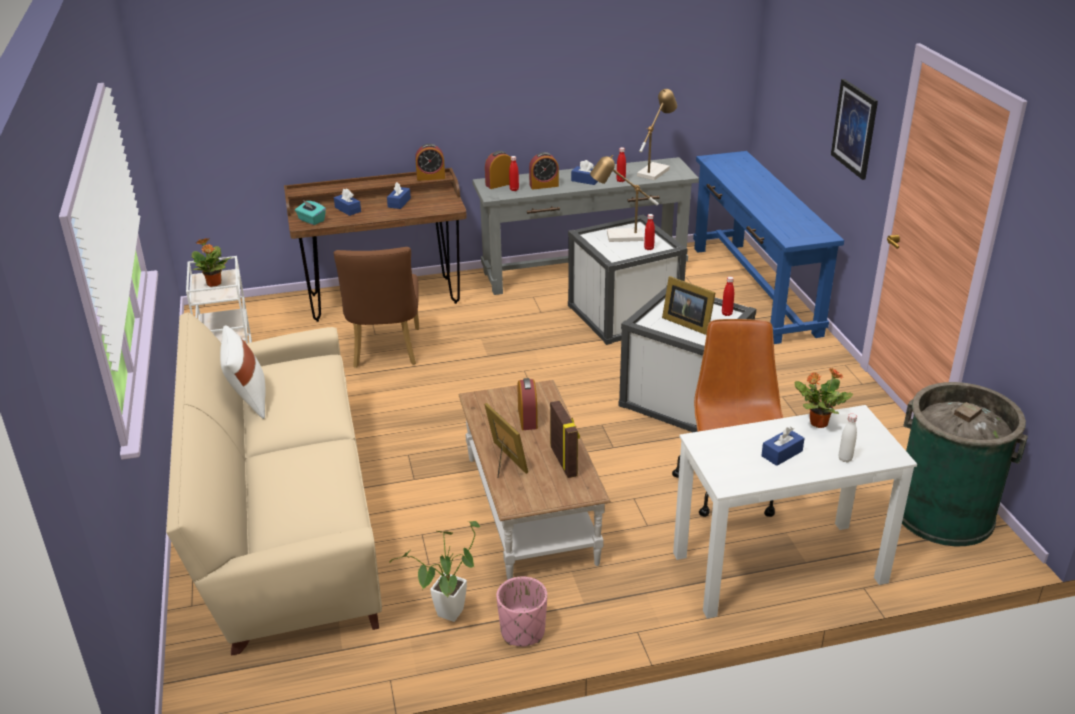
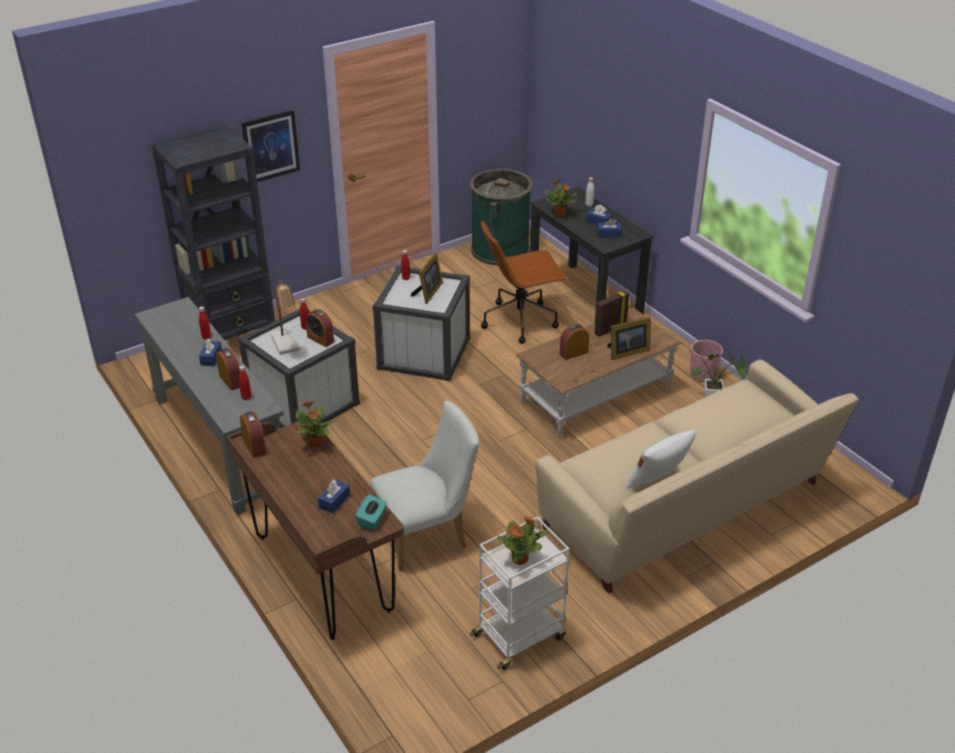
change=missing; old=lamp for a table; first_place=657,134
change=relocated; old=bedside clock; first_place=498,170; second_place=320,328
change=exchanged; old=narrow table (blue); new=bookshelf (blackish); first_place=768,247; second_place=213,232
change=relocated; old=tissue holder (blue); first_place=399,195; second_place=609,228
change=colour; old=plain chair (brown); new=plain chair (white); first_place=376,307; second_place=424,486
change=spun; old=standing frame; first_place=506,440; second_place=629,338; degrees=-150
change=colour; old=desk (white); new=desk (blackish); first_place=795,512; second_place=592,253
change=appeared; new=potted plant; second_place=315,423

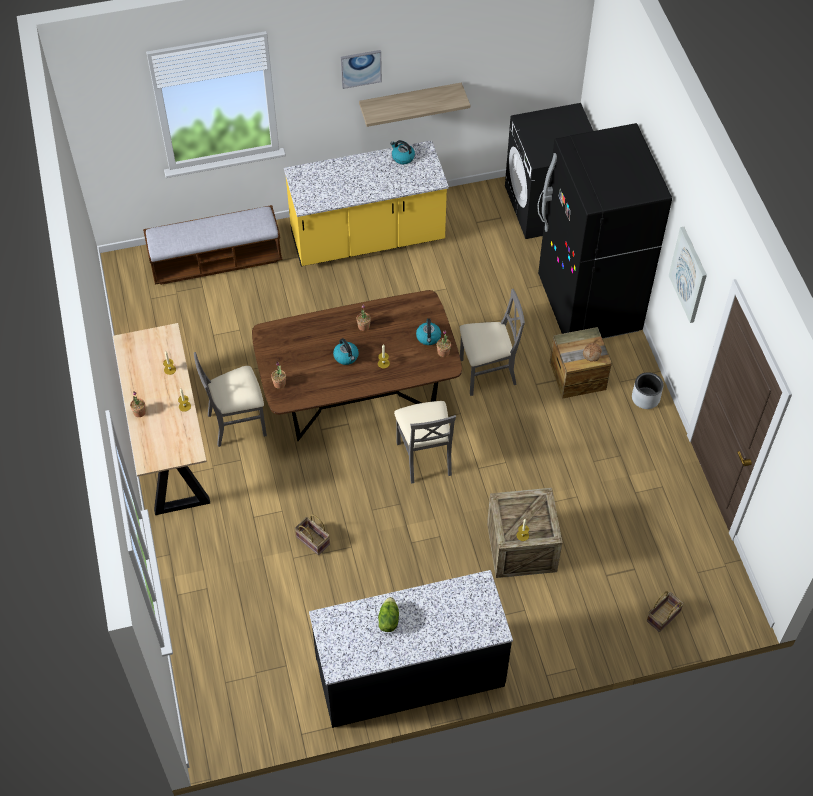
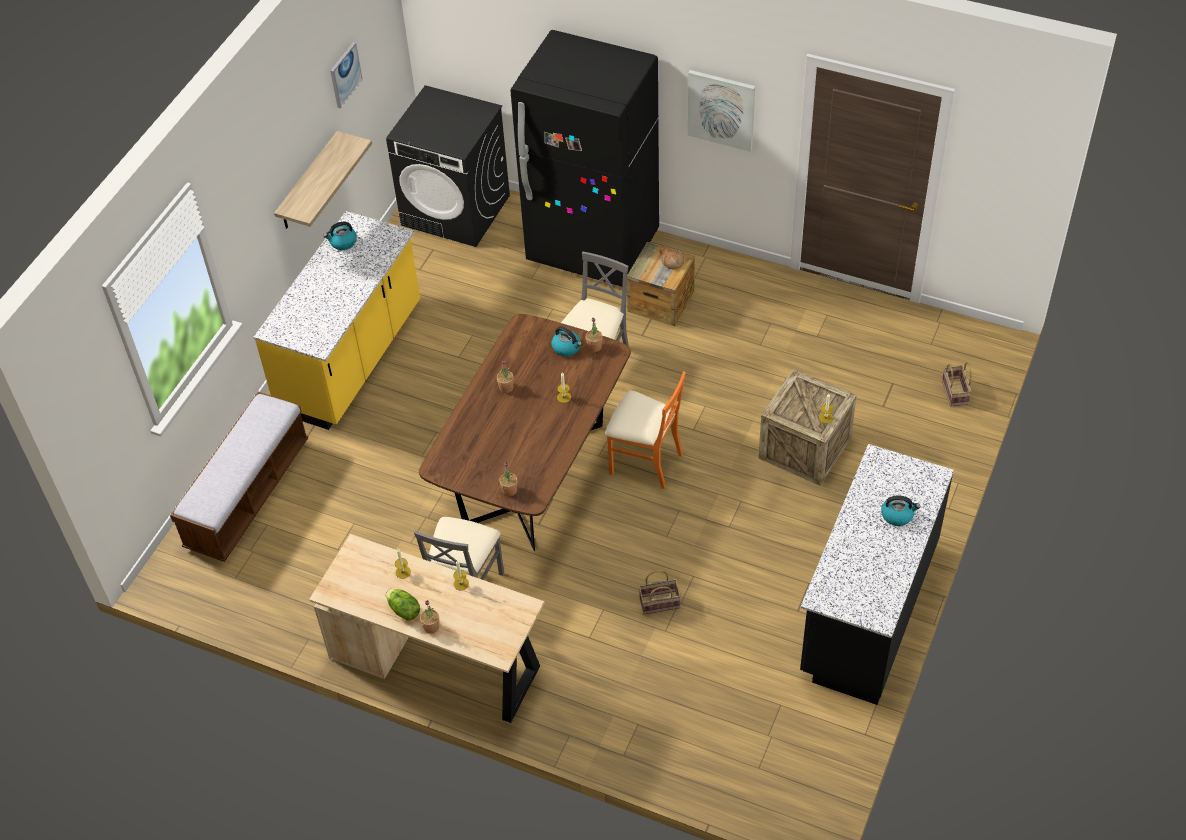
change=relocated; old=wall art; first_place=361,69; second_place=346,75
change=relocated; old=tea kettle; first_place=346,351; second_place=900,511
change=missing; old=planter (gray); first_place=647,390
change=colour; old=plain chair (gray); new=plain chair (orange); first_place=425,442; second_place=645,430
change=relocated; old=head of lettuce; first_place=388,614; second_place=403,605

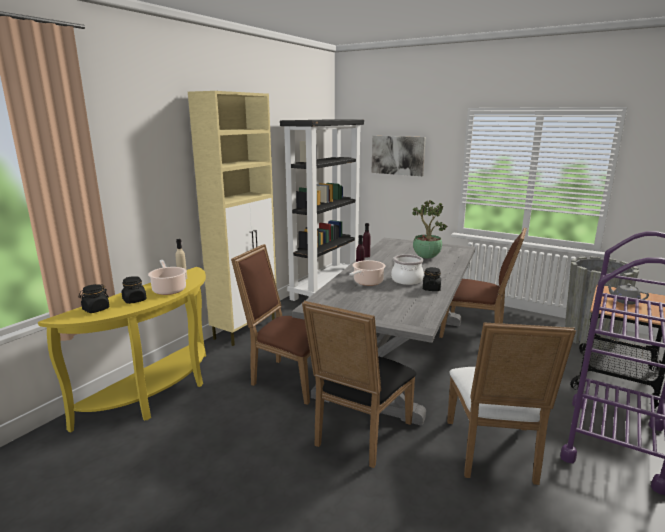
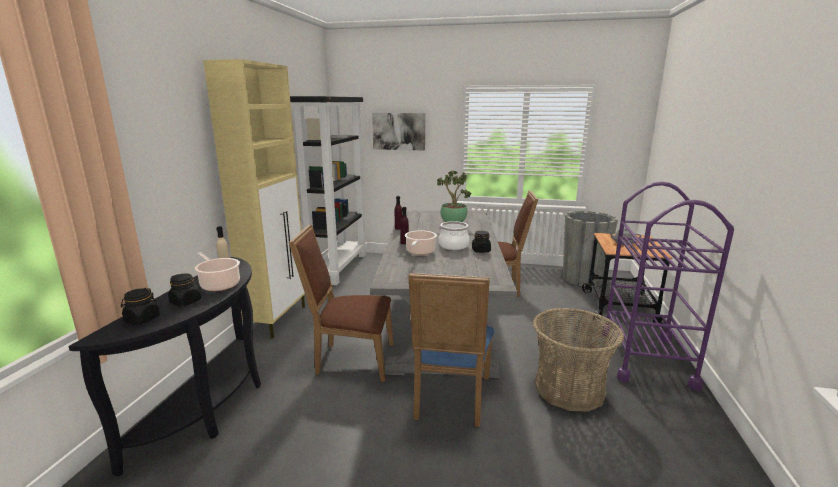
change=colour; old=narrow table (yellow-coloured); new=narrow table (blackish); first_place=122,349; second_place=164,366
change=colour; old=plain chair (blackish); new=plain chair (blue); first_place=359,384; second_place=451,350
change=exchanged; old=plain chair (white); new=household basket; first_place=511,404; second_place=578,360

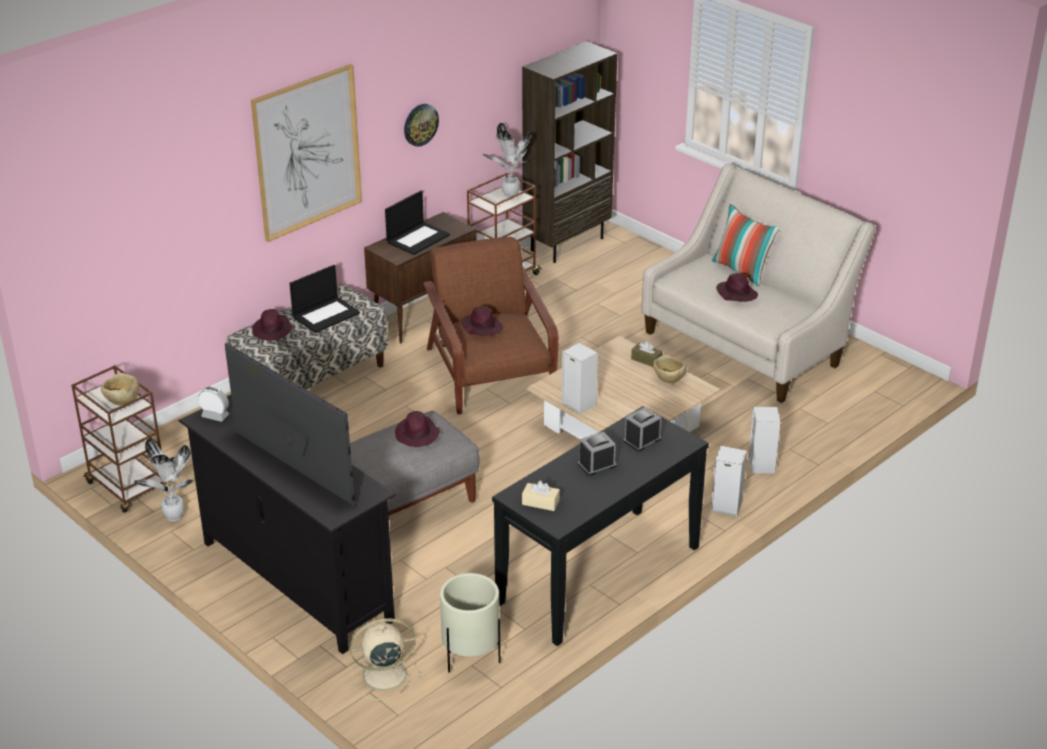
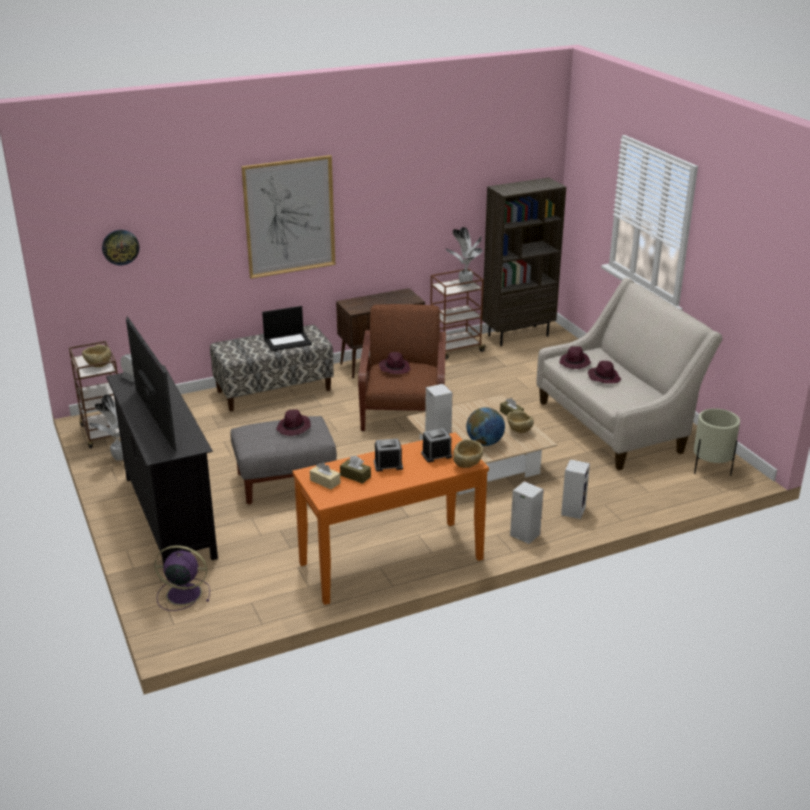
change=relocated; old=clock on the wall; first_place=421,125; second_place=121,247
change=missing; old=notebook computer; first_place=417,223
change=missing; old=pillow; first_place=745,245
change=relocated; old=wearable hat (purple-coloured); first_place=272,325; second_place=575,357
change=colour; old=narrow table (blackish); new=narrow table (orange); first_place=600,526; second_place=390,518
change=relocated; old=planter (sand-coloured); first_place=470,622; second_place=717,442
change=colour; old=electric fan (sand-coloured); new=electric fan (purple-coloured); first_place=385,659; second_place=182,578
change=appeared; new=globe; second_place=485,426
change=appeared; new=serving bowl (sand-coloured); second_place=468,453
change=appeared; new=tissue holder (brown); second_place=355,470

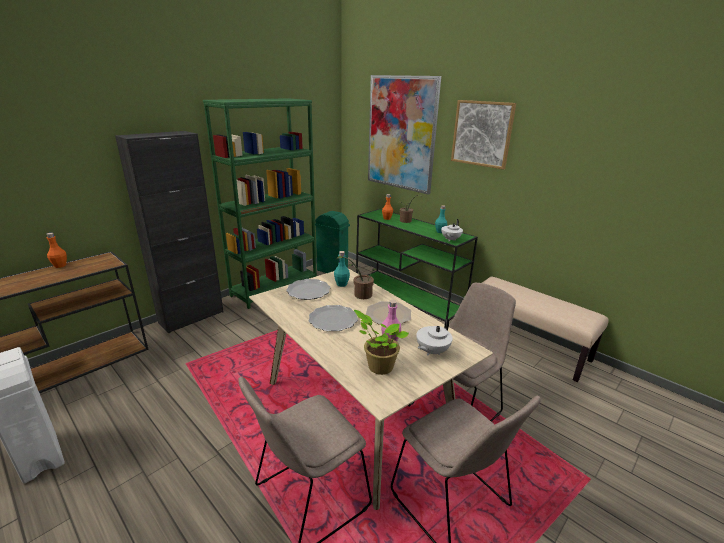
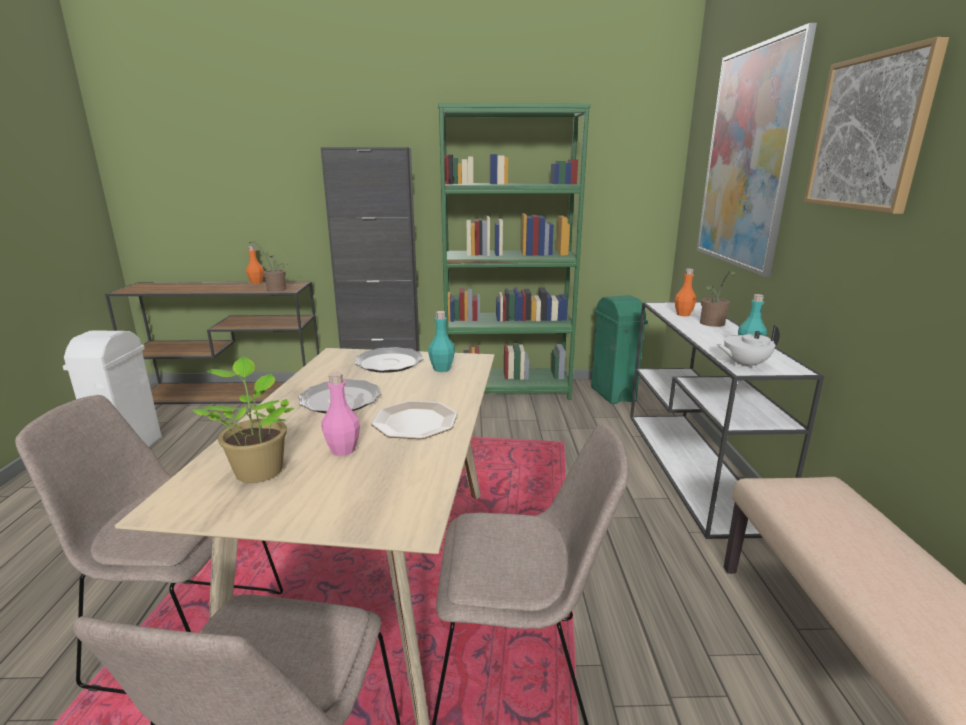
change=colour; old=narrow table (green); new=narrow table (white); first_place=417,265; second_place=727,420
change=relocated; old=potted plant; first_place=356,277; second_place=268,266
change=missing; old=pot for tea (white); first_place=434,337

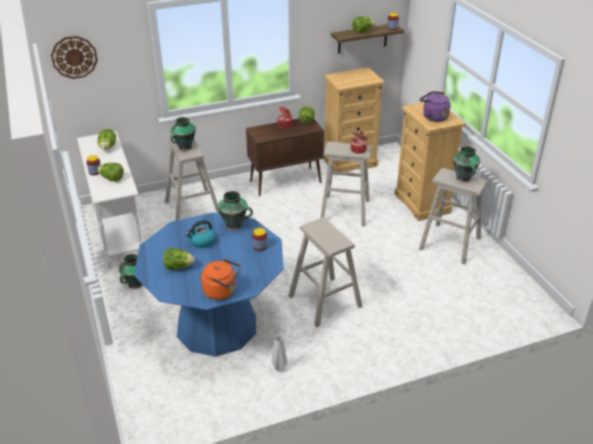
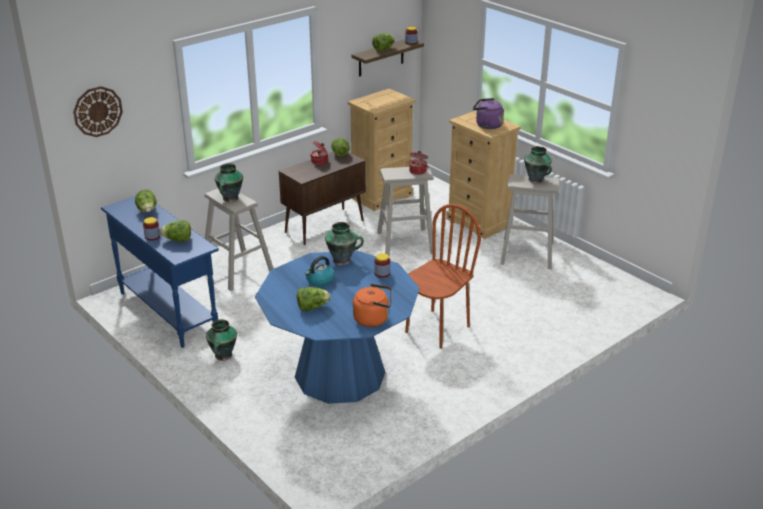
change=colour; old=narrow table (white); new=narrow table (blue); first_place=109,200; second_place=160,272
change=exchanged; old=sitting stool (sand-coloured); new=plain chair (brown); first_place=326,272; second_place=443,276
change=missing; old=flower vase (gray); first_place=279,354

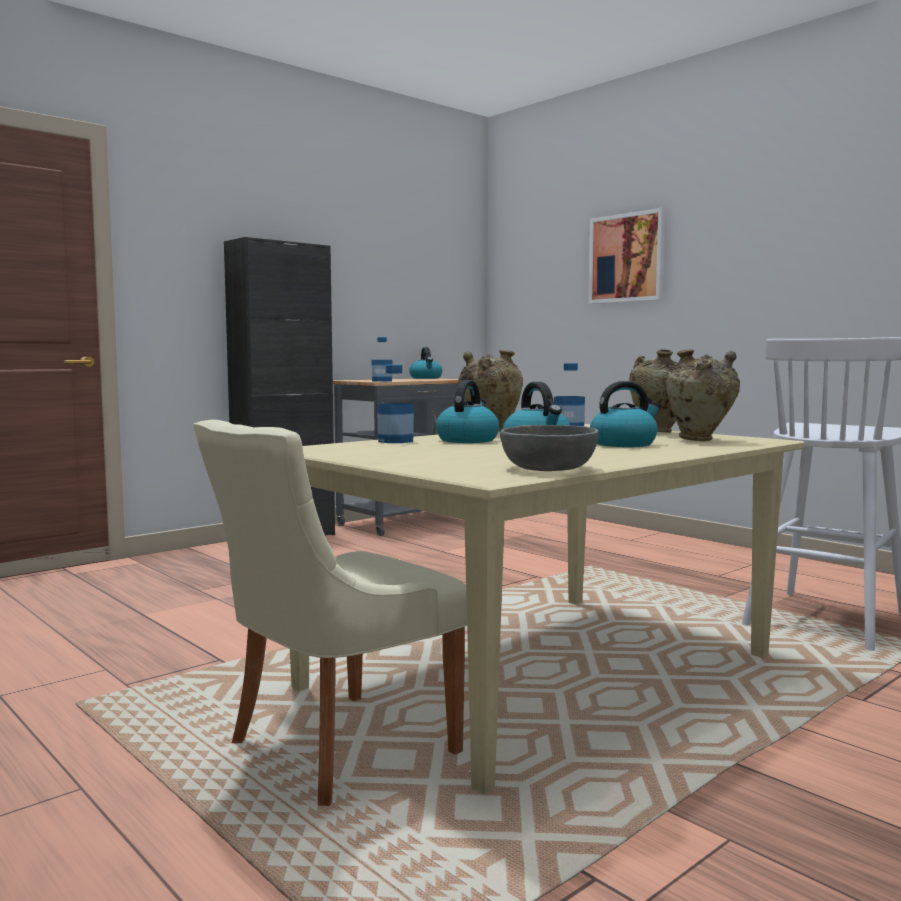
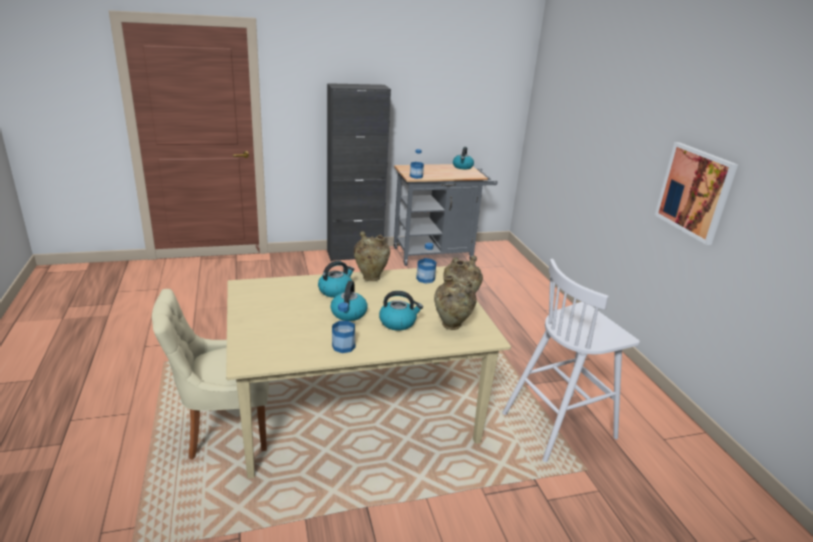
change=relocated; old=wall art; first_place=626,256; second_place=696,193
change=relocated; old=bottle; first_place=395,404; second_place=343,328
change=missing; old=serving bowl (gray); first_place=549,448

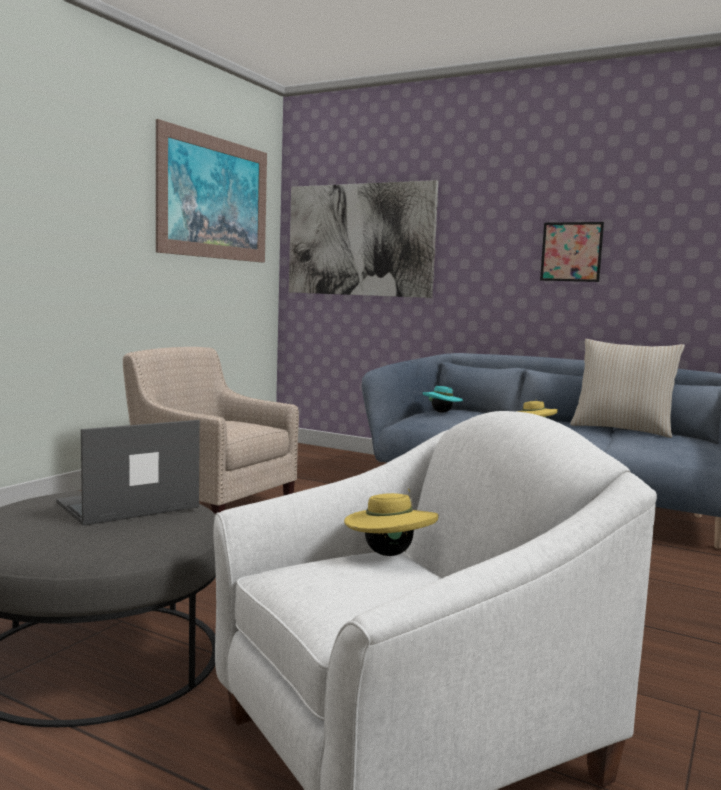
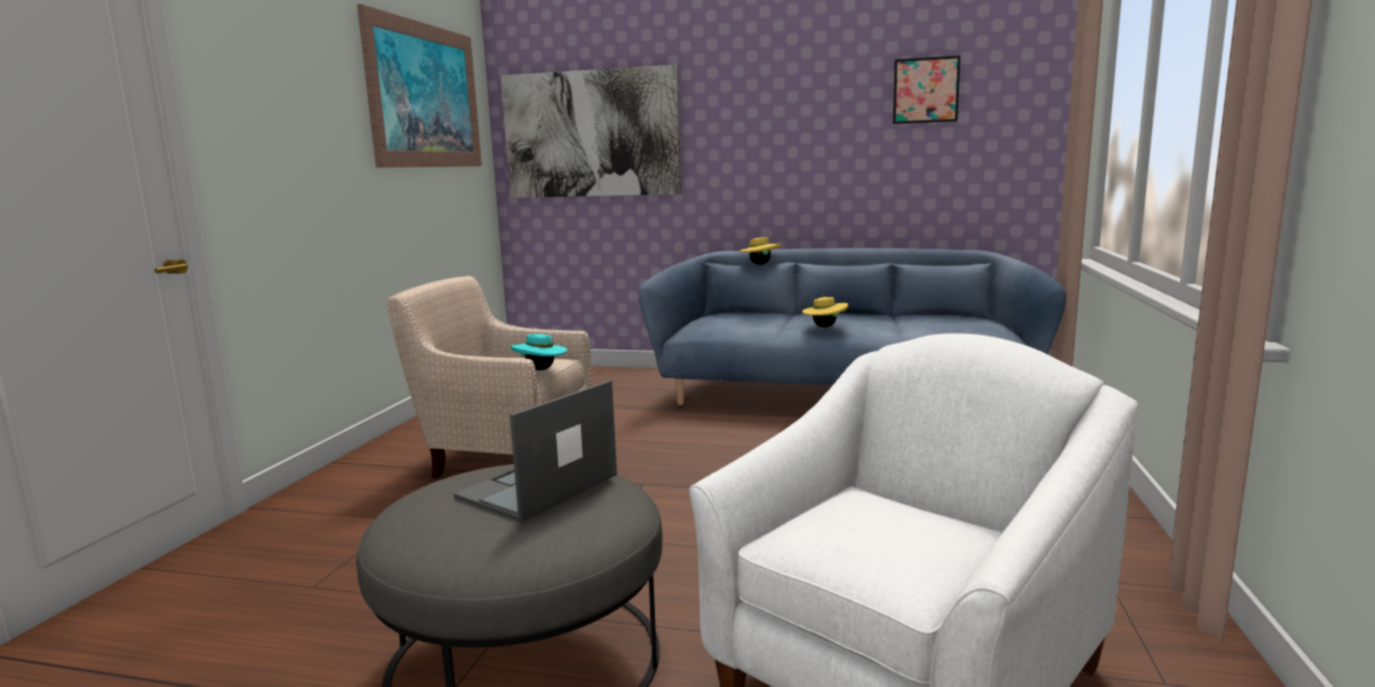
change=relocated; old=wall art; first_place=572,252; second_place=927,89
change=missing; old=pillow (sand-coloured); first_place=627,388
change=relocated; old=wearable hat (turquoise); first_place=443,399; second_place=539,352
change=relocated; old=wearable hat (yellow-coloured); first_place=391,522; second_place=760,250

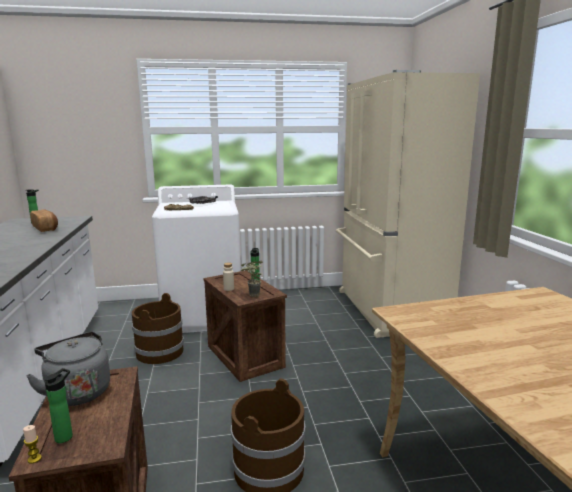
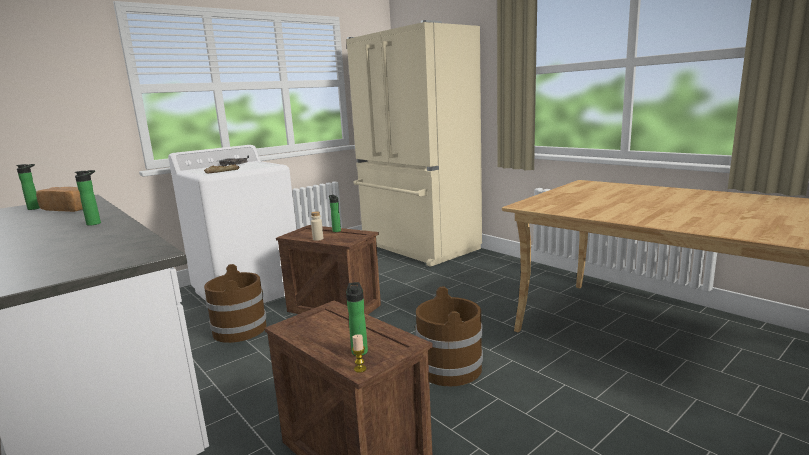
change=missing; old=potted plant; first_place=252,279
change=missing; old=tea kettle (gray); first_place=68,369
change=appeared; new=bottle; second_place=88,198

